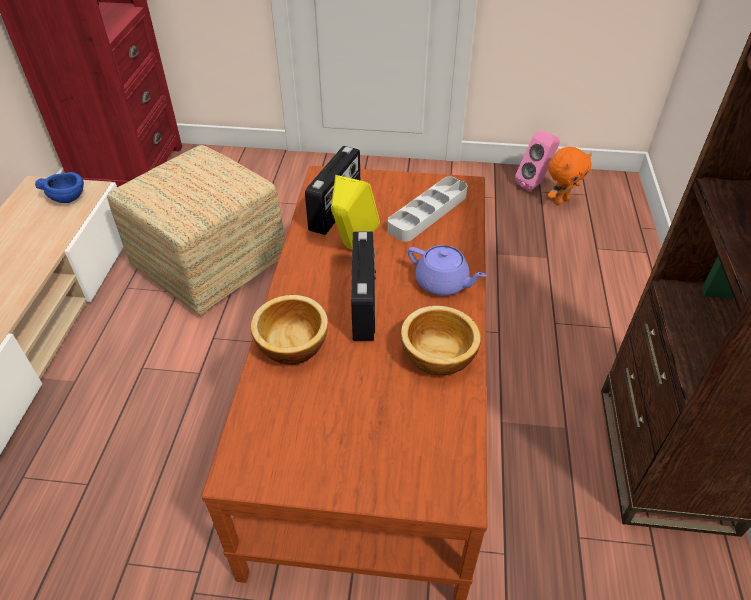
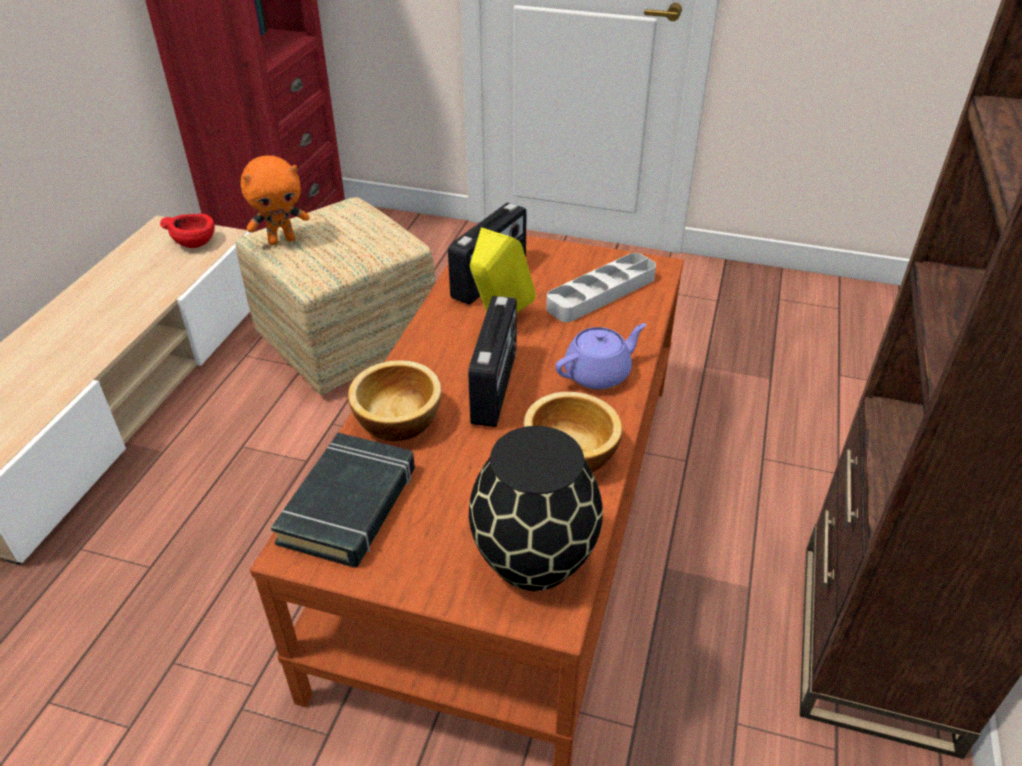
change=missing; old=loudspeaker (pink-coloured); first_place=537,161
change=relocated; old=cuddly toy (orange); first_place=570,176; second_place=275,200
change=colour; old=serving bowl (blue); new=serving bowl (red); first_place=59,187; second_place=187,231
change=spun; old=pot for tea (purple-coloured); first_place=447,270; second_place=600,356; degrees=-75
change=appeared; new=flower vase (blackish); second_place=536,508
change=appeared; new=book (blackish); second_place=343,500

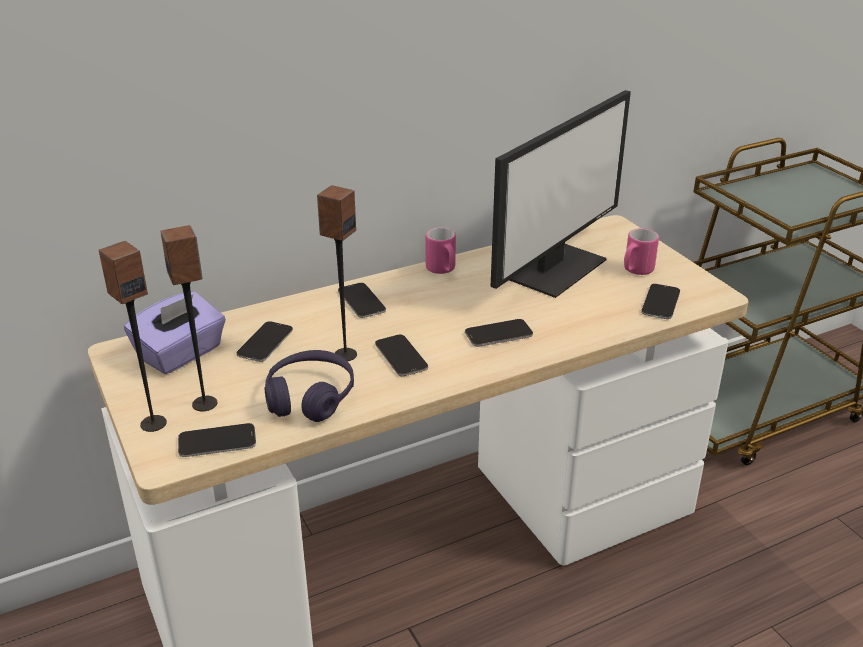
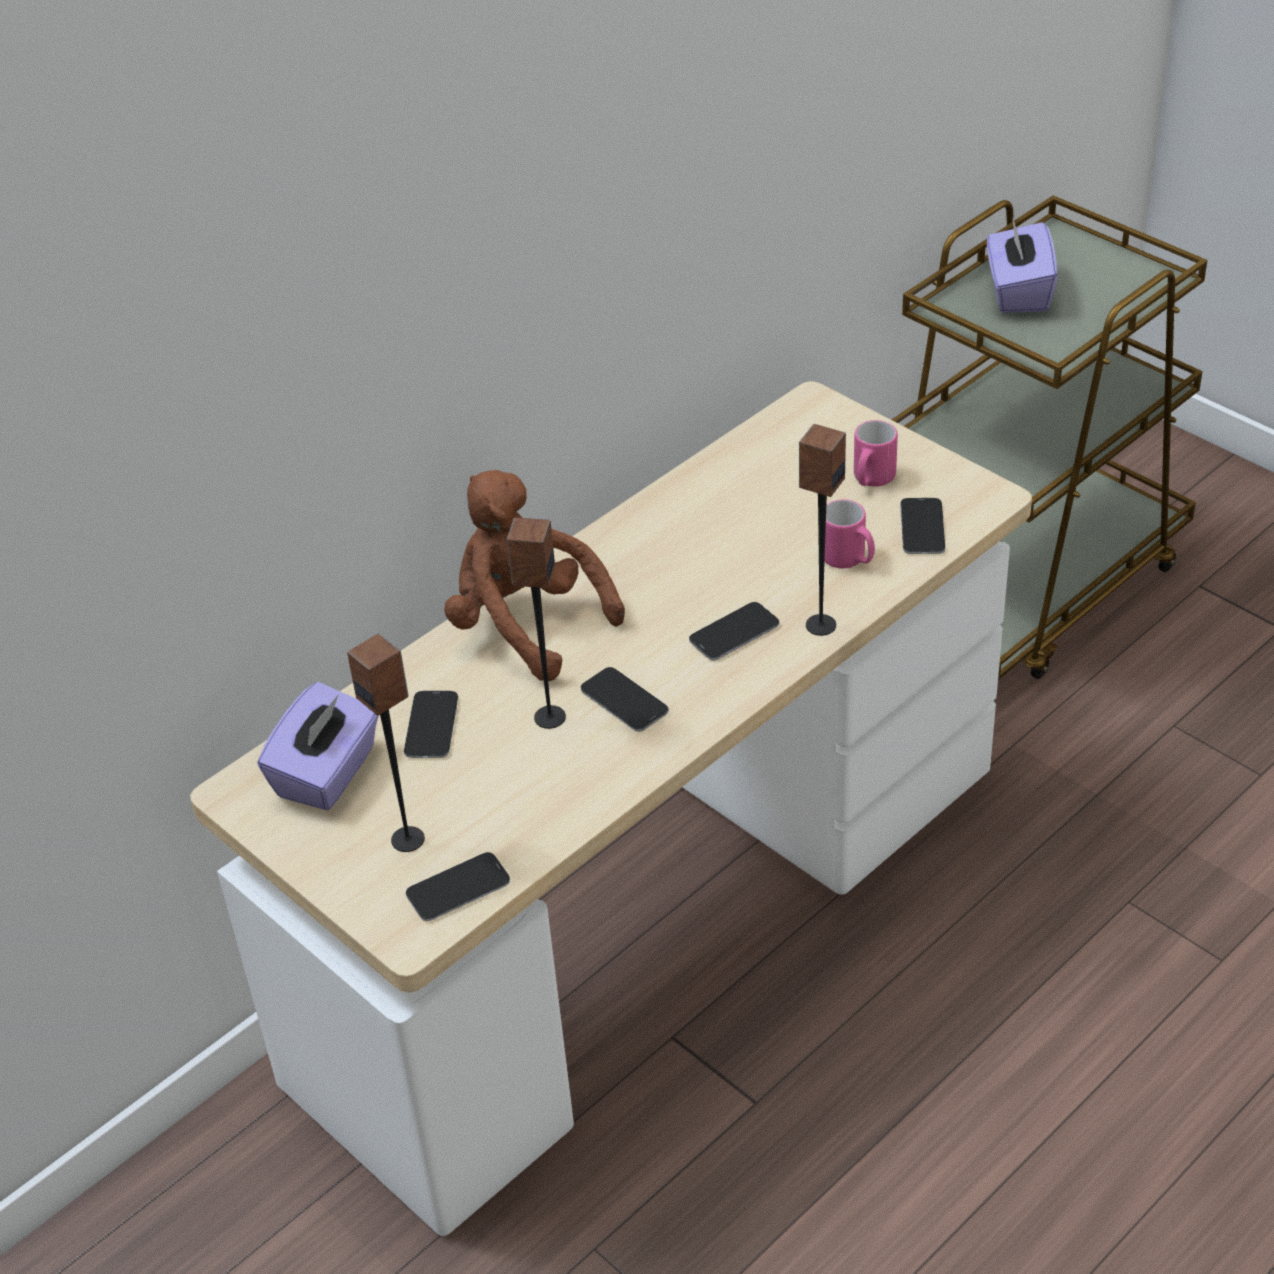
change=missing; old=computer screen; first_place=560,194
change=relocated; old=coffee mug (pink-coloured); first_place=440,250; second_place=849,534
change=relocated; old=loudspeaker; first_place=133,336; second_place=822,530
change=exchanged; old=phone; new=cuddly toy (brown); first_place=362,300; second_place=534,575
change=missing; old=pair of headphones (purple-coloured); first_place=309,386
change=appeared; new=tissue holder (purple-coloured); second_place=1022,266

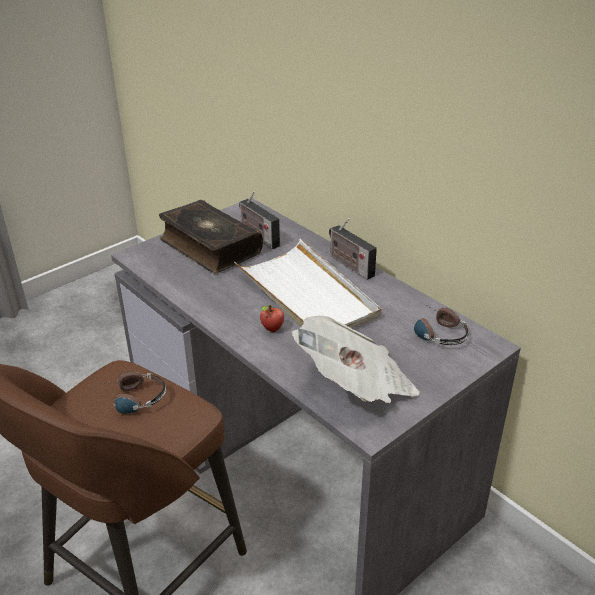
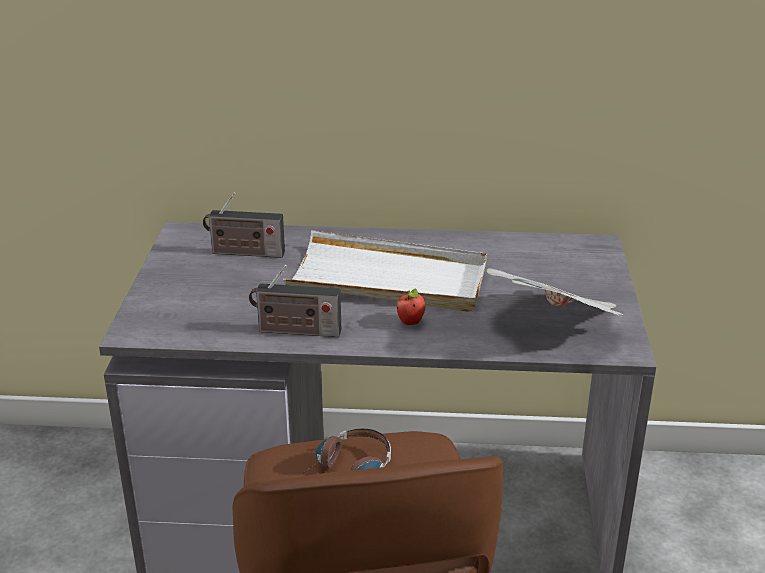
change=missing; old=book; first_place=211,237
change=relocated; old=radio; first_place=353,249; second_place=295,301
change=missing; old=pair of headphones; first_place=441,324

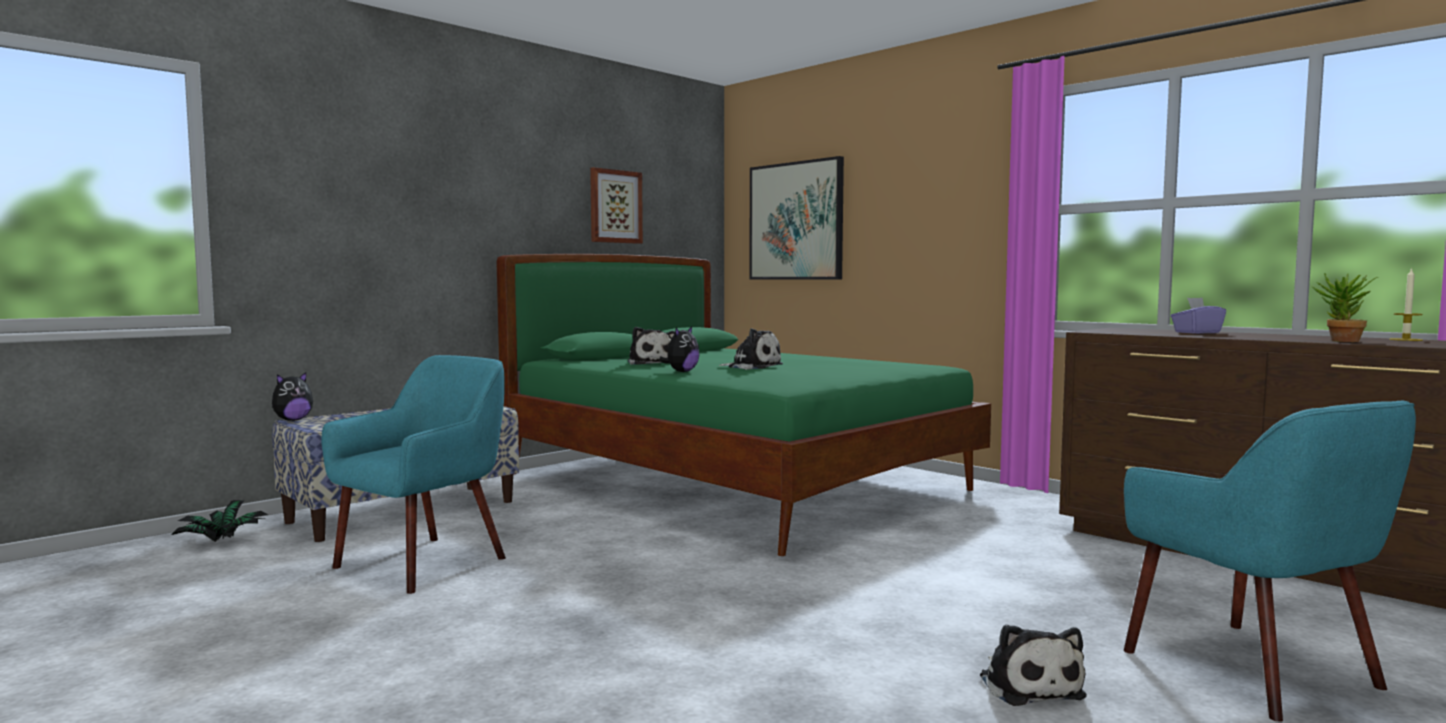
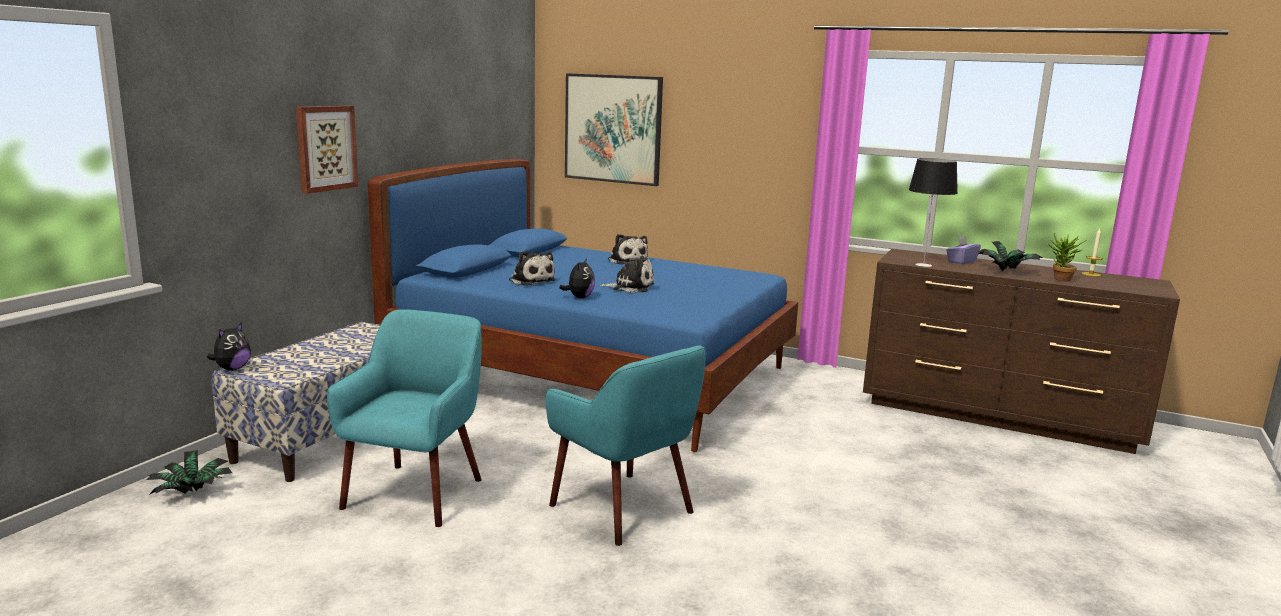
change=relocated; old=wall art; first_place=616,205; second_place=327,150
change=colour; old=bed (green); new=bed (blue); first_place=743,405; second_place=583,305
change=relocated; old=lounge chair (turquoise); first_place=1270,561; second_place=625,446
change=relocated; old=cuddly toy; first_place=1033,665; second_place=628,249
change=appeared; new=lamp for a table; second_place=933,212
change=appeared; new=potted plant; second_place=1010,256

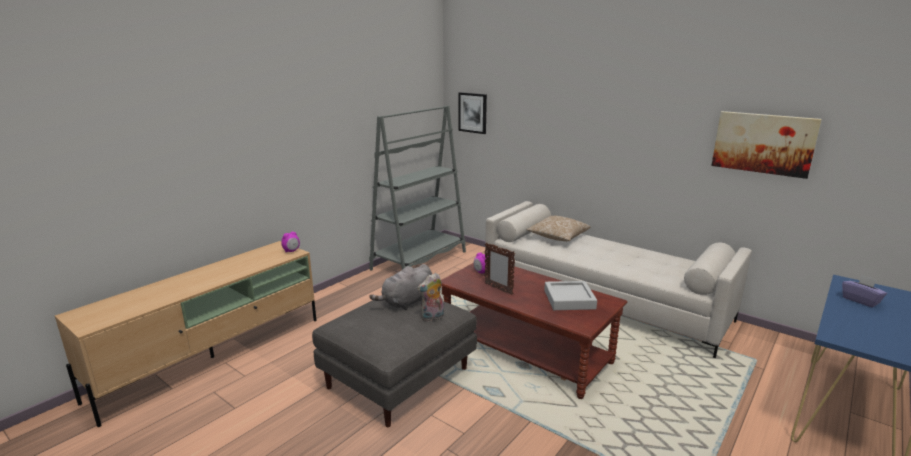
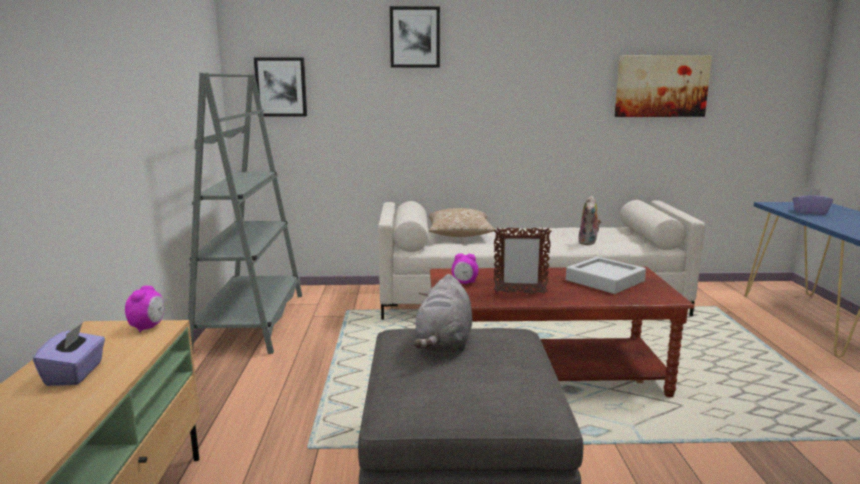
change=relocated; old=cuddly toy; first_place=430,297; second_place=590,220
change=appeared; new=wall art; second_place=415,37
change=appeared; new=tissue holder (purple-coloured); second_place=69,354

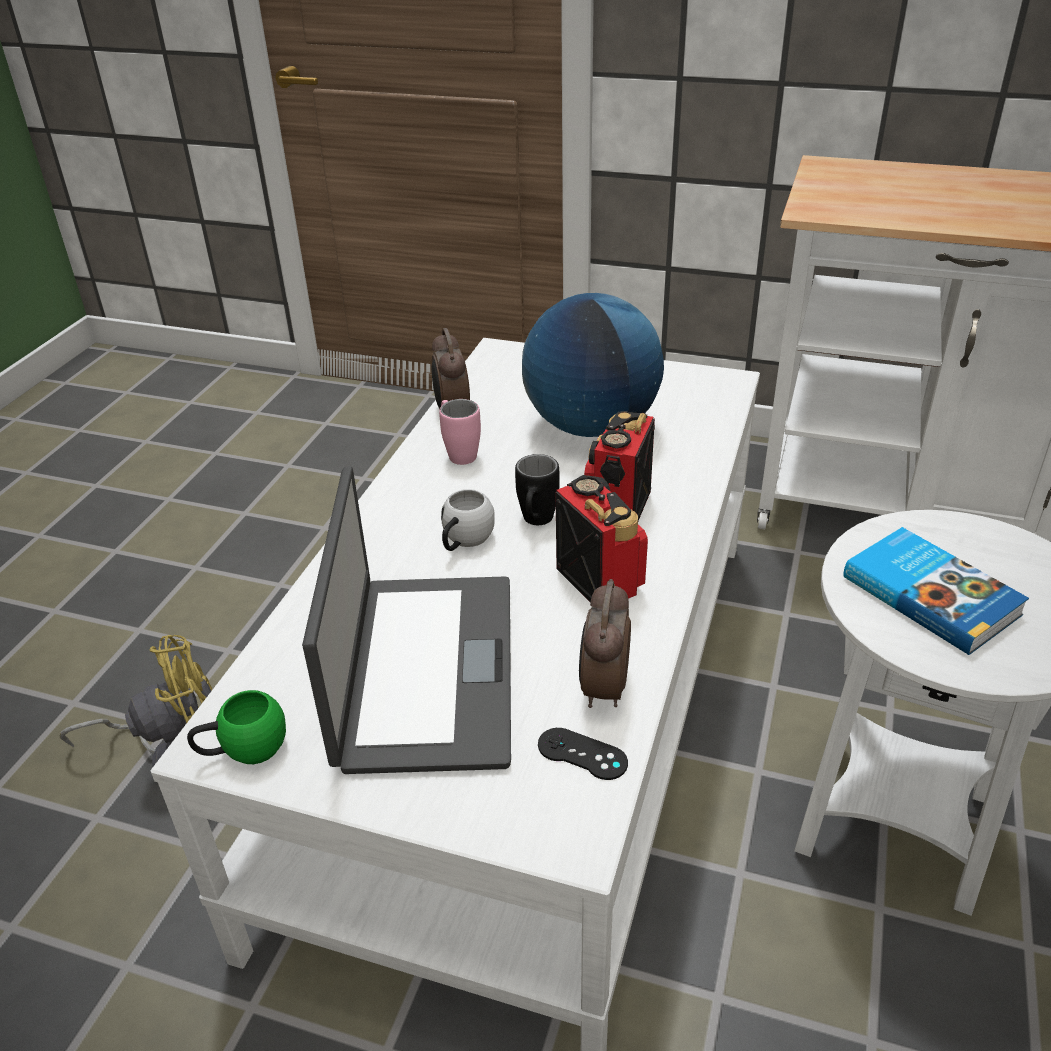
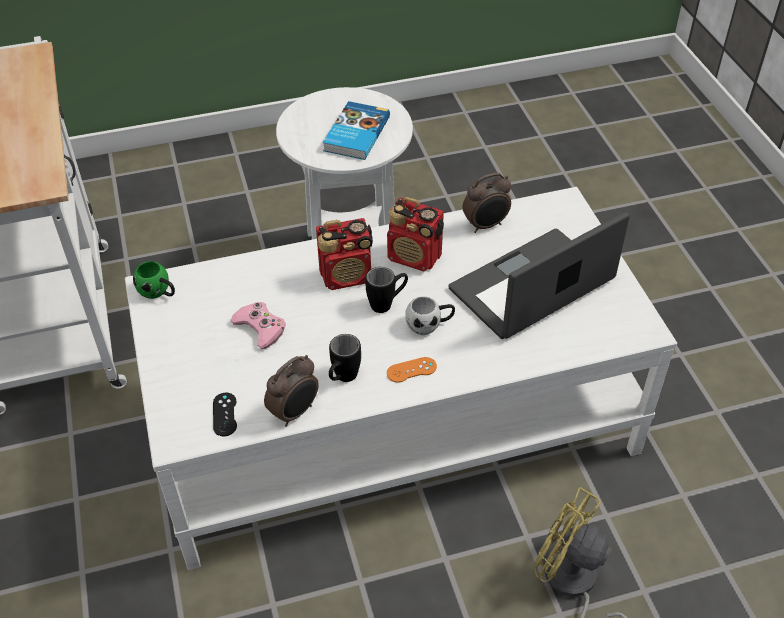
change=exchanged; old=globe; new=joypad (pink-coloured); first_place=593,365; second_place=258,325
change=colour; old=coffee mug (pink-coloured); new=coffee mug (blackish); first_place=460,432; second_place=345,358
change=spun; old=radio; first_place=601,538; second_place=415,234; degrees=-90
change=relocated; old=coffee mug (green); first_place=236,727; second_place=154,280
change=relocated; old=joypad (blackish); first_place=583,754; second_place=225,414
change=appeared; new=joypad (orange); second_place=412,370

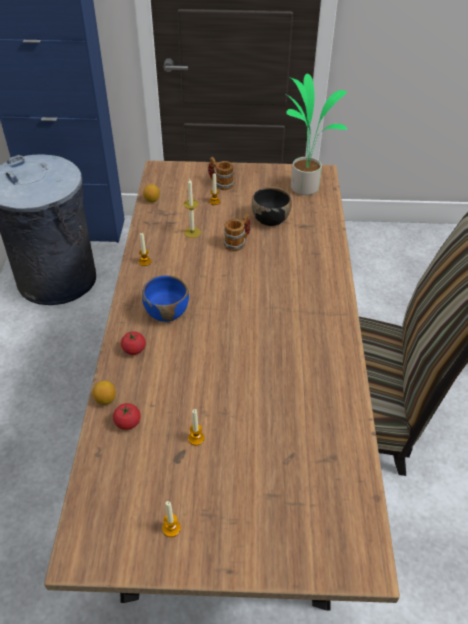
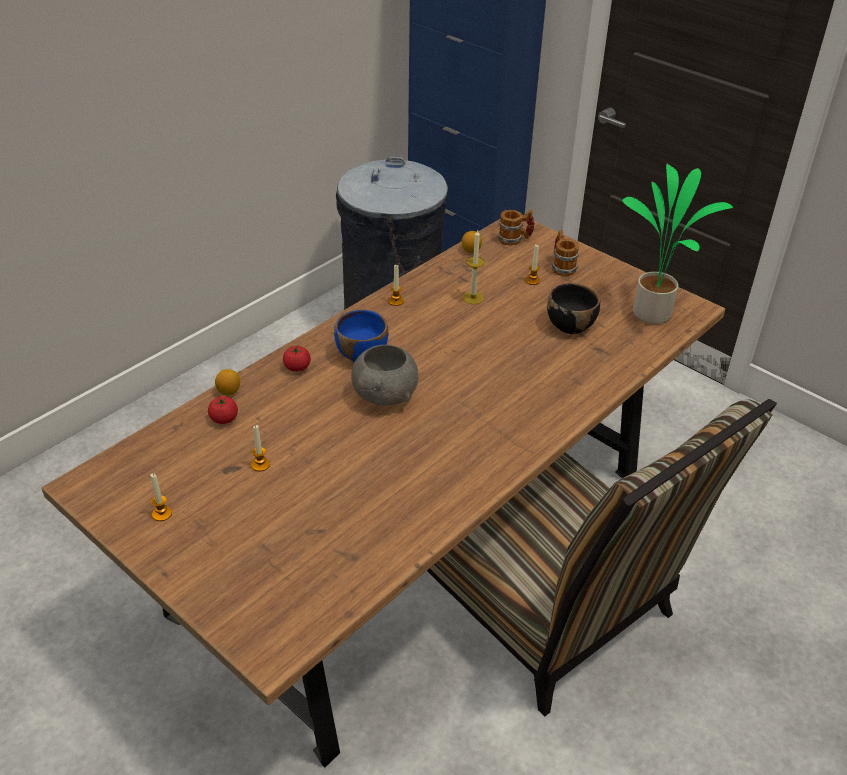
change=relocated; old=coffee mug; first_place=237,232; second_place=516,228
change=appeared; new=serving bowl (gray); second_place=385,375

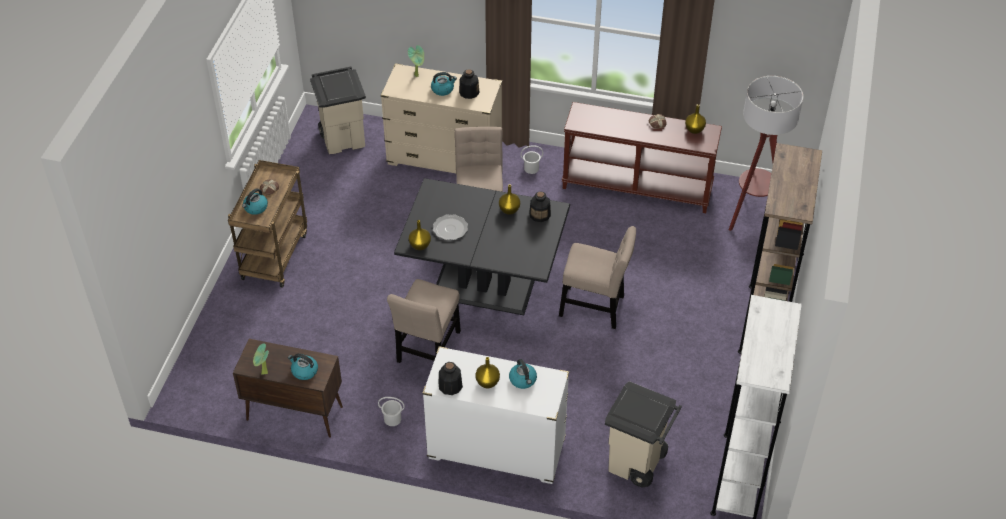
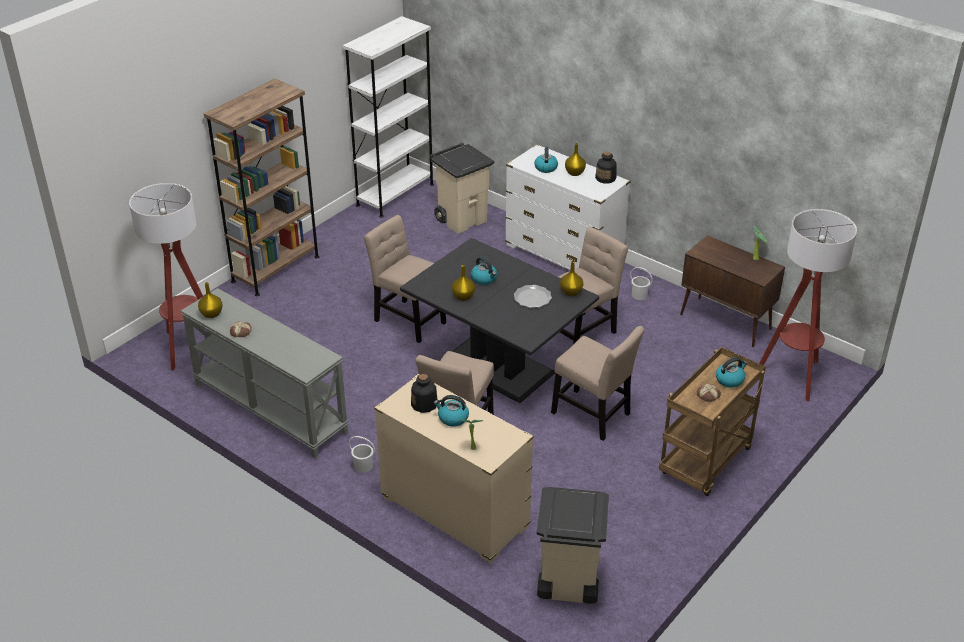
change=colour; old=narrow table (brown); new=narrow table (gray); first_place=642,157; second_place=265,373
change=missing; old=bottle; first_place=540,206
change=relocated; old=tea kettle; first_place=303,367; second_place=484,271
change=appeared; new=floor lamp; second_place=808,305
change=appeared; new=plain chair (sand-coloured); second_place=598,383

